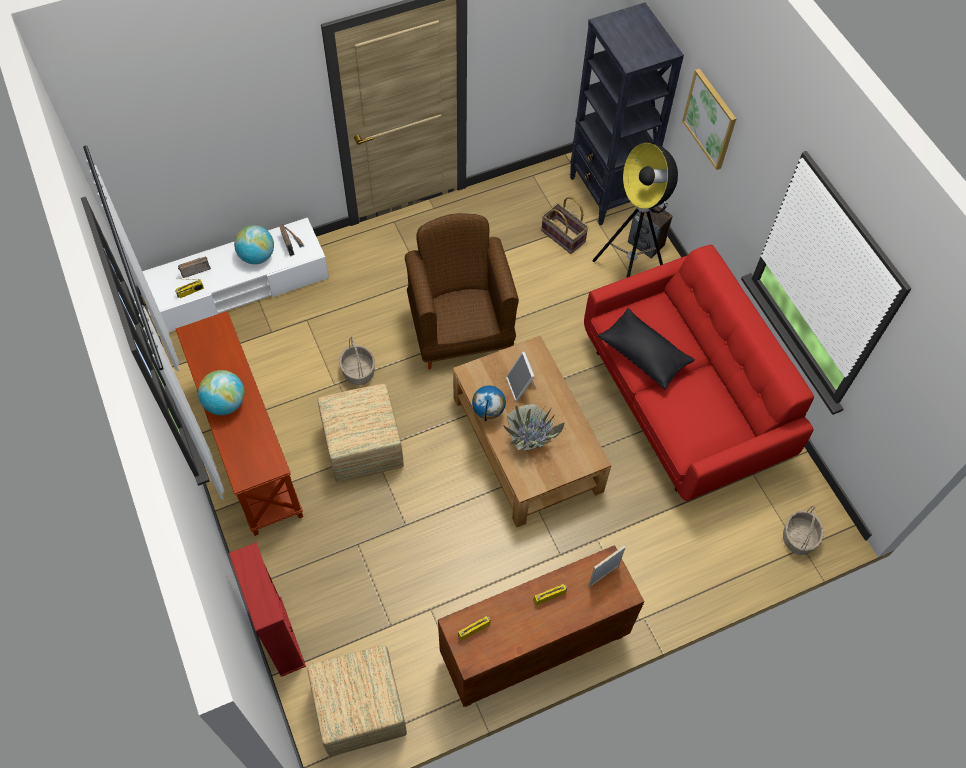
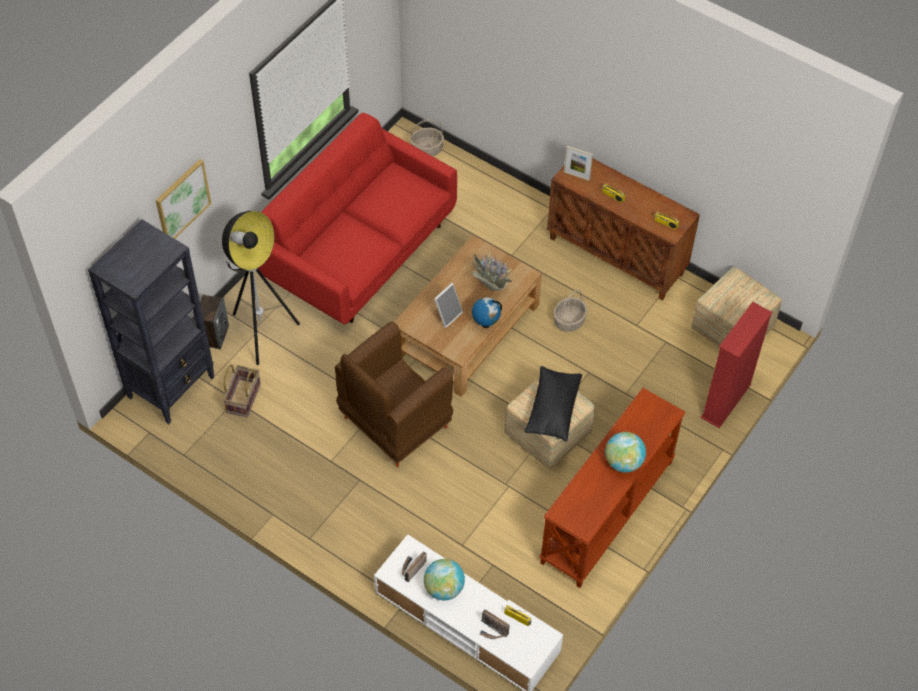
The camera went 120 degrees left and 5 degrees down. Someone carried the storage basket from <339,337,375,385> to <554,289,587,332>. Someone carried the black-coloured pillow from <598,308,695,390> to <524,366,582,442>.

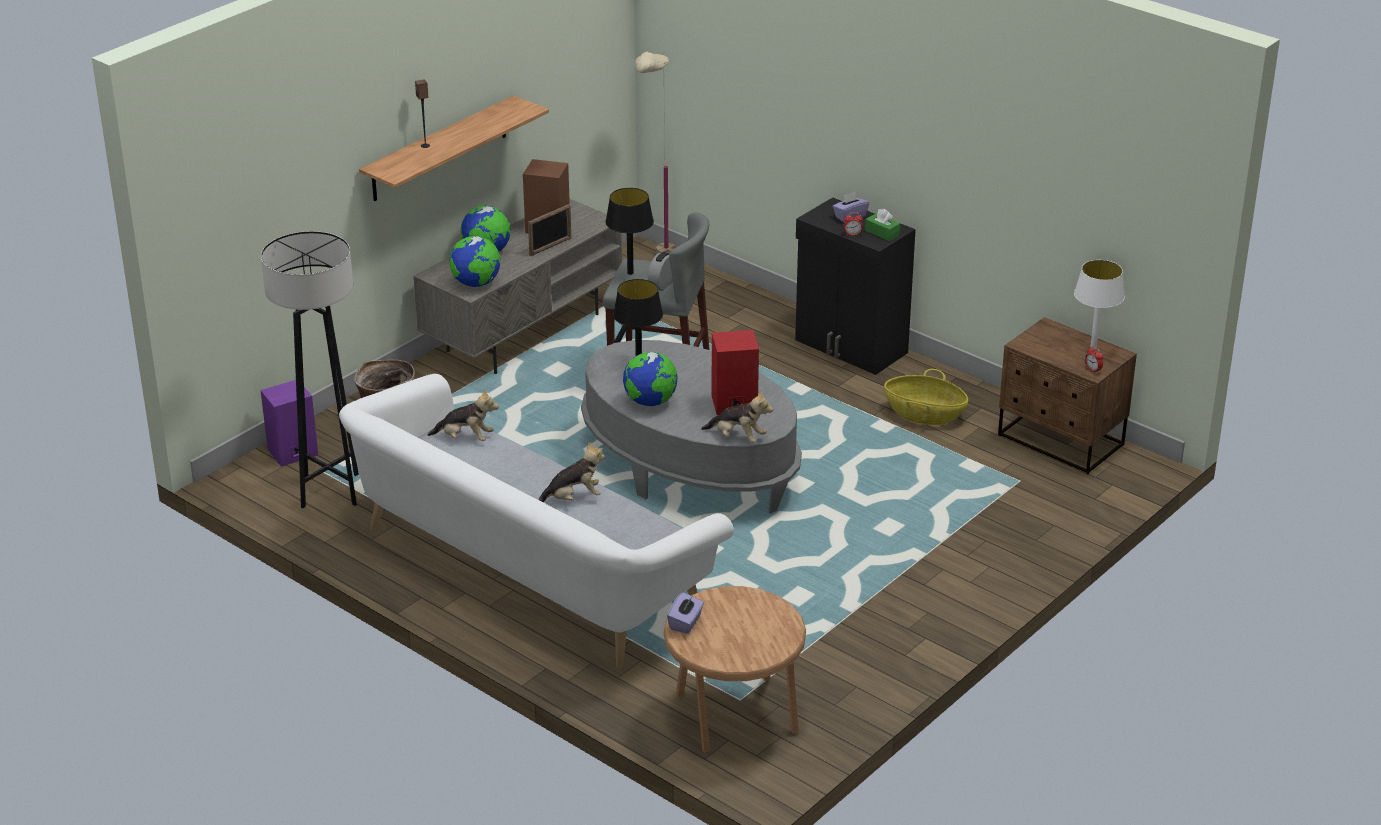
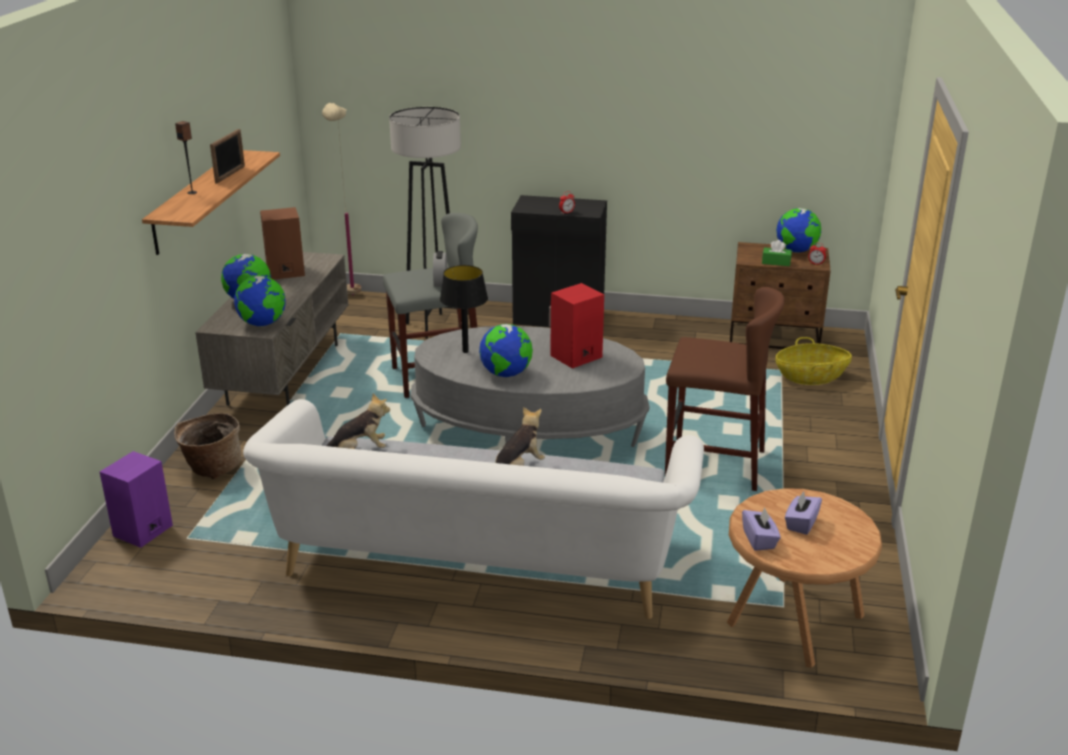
The camera went 30 degrees left and 5 degrees down. Someone carried the greyish standard lamp from <261,231,359,508> to <389,107,461,339>. Someone carried the standing frame from <528,204,571,256> to <210,129,245,183>. Someone took away the black-coloured table lamp at <605,188,654,275>. Someone took away the soft toy at <701,390,773,443>. Someone carried the purplish tissue box from <832,192,869,222> to <785,491,822,535>. Someone carried the green-coloured tissue box from <865,209,900,241> to <762,240,792,266>. Someone carried the storage basket from <884,369,968,425> to <776,337,852,385>. Someone swapped the whitish table lamp at <1074,260,1125,349> for the world globe at <776,208,821,253>. Someone put down the brownish stool seat at <665,287,785,491>.

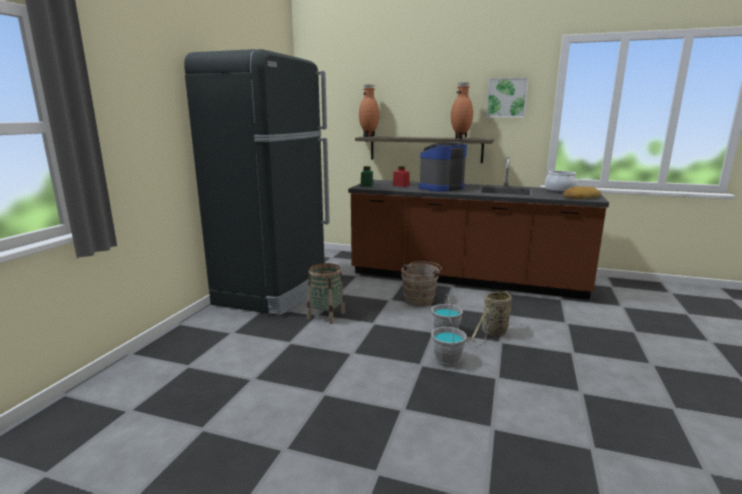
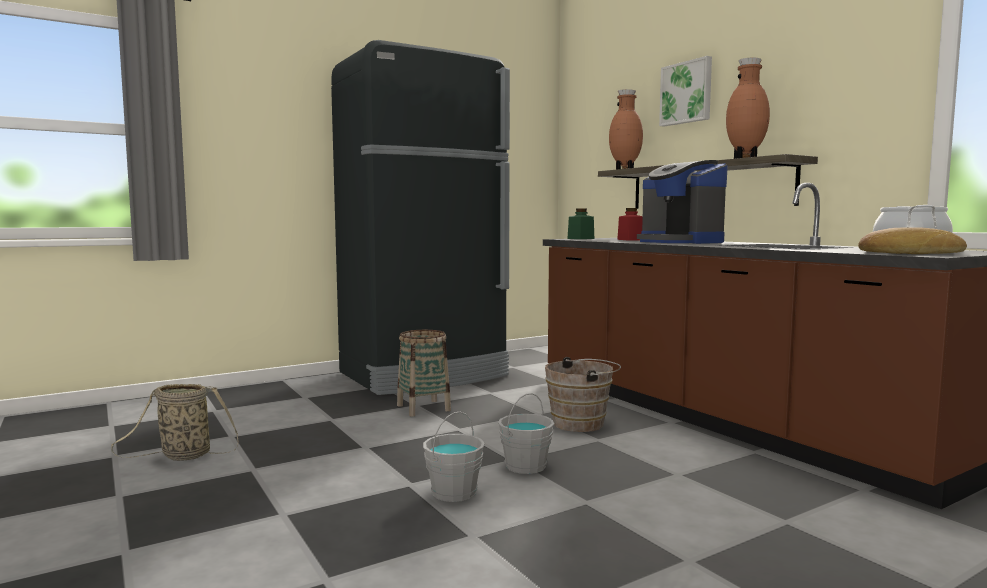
The camera went 40 degrees right and 10 degrees down. Someone rotated the coffee machine at <417,142,467,192> by 120 degrees counterclockwise. Someone carried the storage basket from <471,291,512,344> to <111,384,238,461>. Someone carried the picture from <486,77,528,118> to <659,56,712,127>.

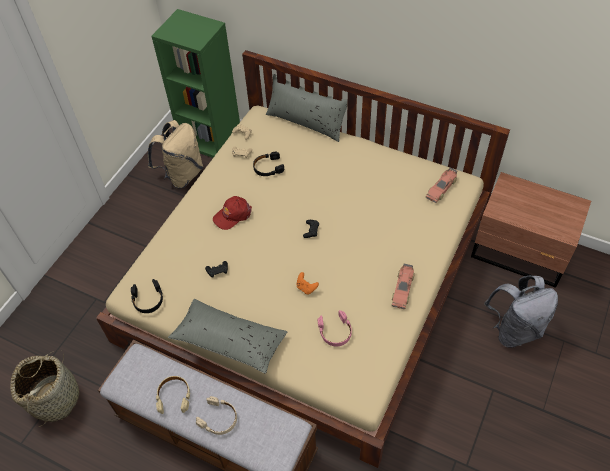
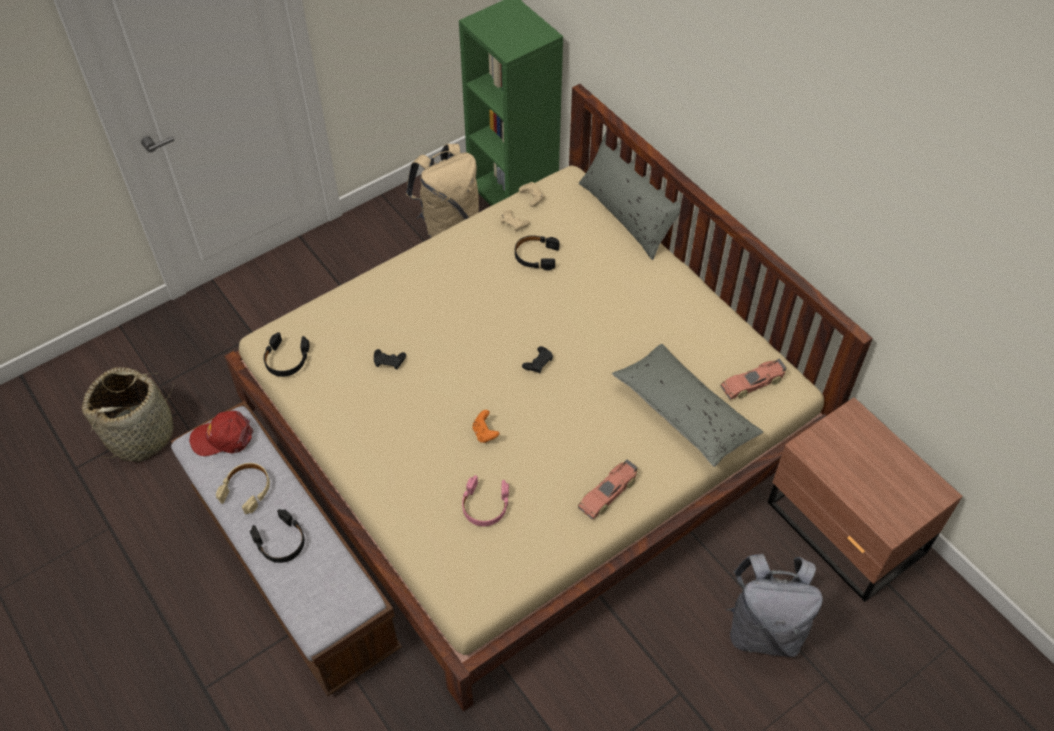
The camera went 25 degrees right and 0 degrees up. Someone carried the greyish pillow from <168,299,287,374> to <612,344,763,467>. Someone repainted the beige headphones at <196,396,237,435>, which became the black-coloured headphones at <250,509,305,563>. Someone carried the red-coloured peaked cap from <213,196,252,230> to <189,411,254,456>.

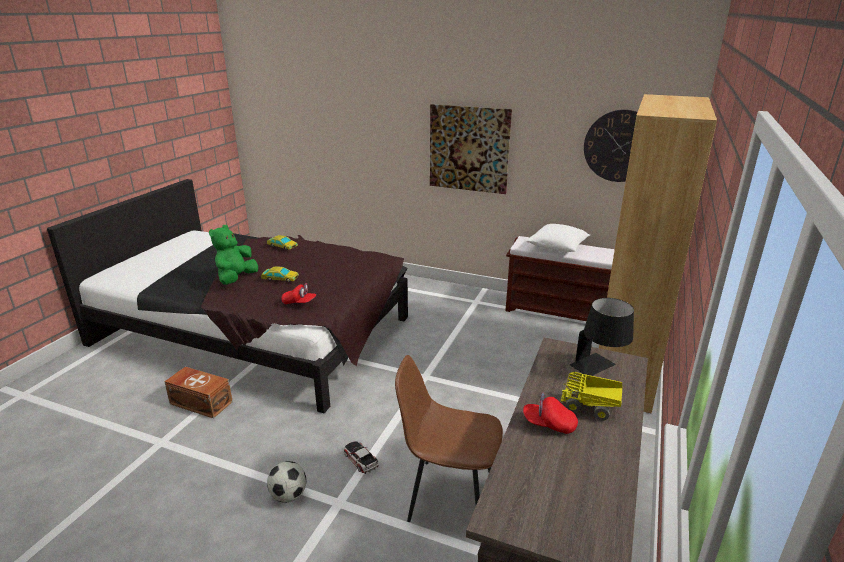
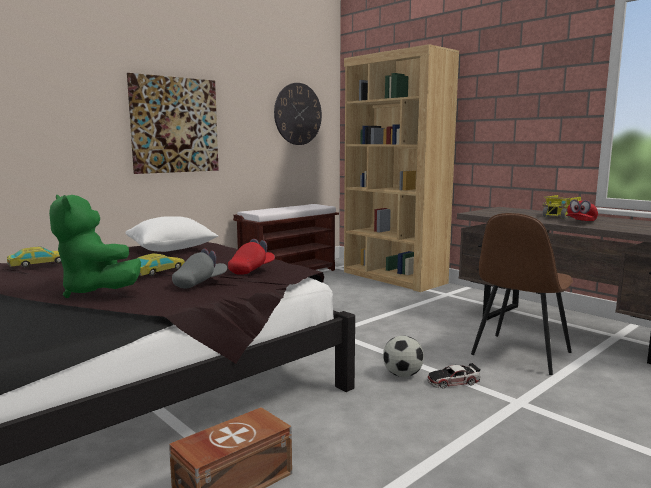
The camera went 65 degrees left and 15 degrees down. Someone carried the football from <267,461,306,503> to <383,336,424,377>. Someone carried the whitish pillow from <526,224,590,252> to <125,216,218,252>. Someone took away the black-coloured table lamp at <570,298,634,376>. Someone put down the greyish peaked cap at <172,249,227,288>.

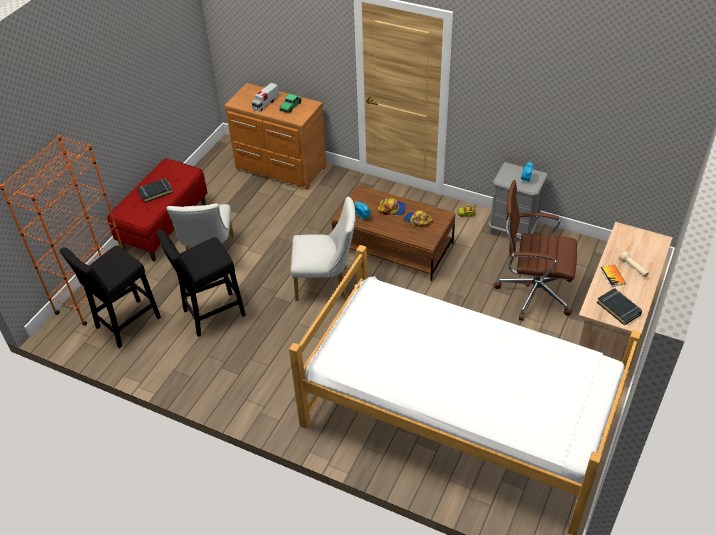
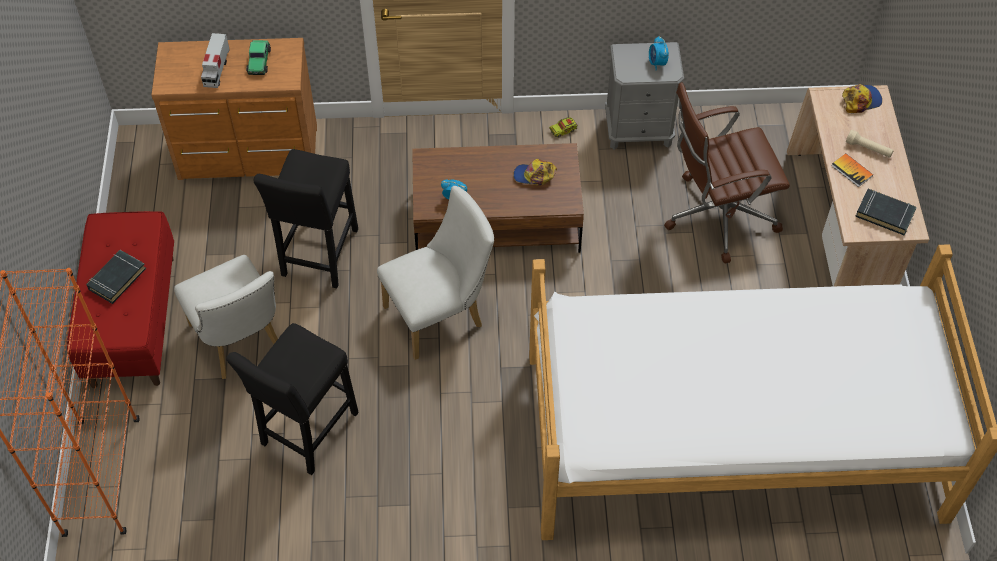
The camera went 30 degrees left and 10 degrees up. Someone carried the black-coloured stool seat from <60,245,161,348> to <254,149,358,288>. Someone carried the peaked cap from <378,198,406,216> to <842,84,882,113>.

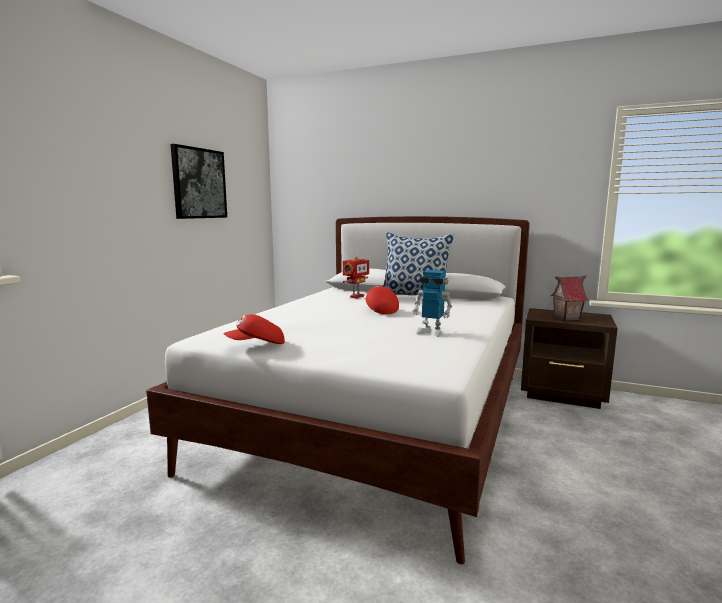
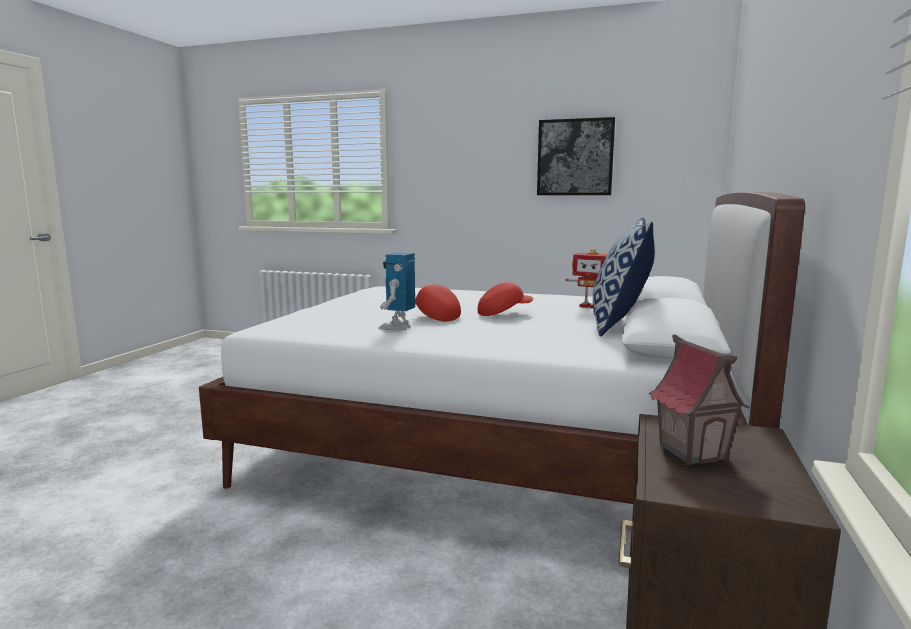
The camera went 85 degrees right and 0 degrees up. Someone carried the red-coloured peaked cap from <224,314,285,344> to <415,284,461,321>.

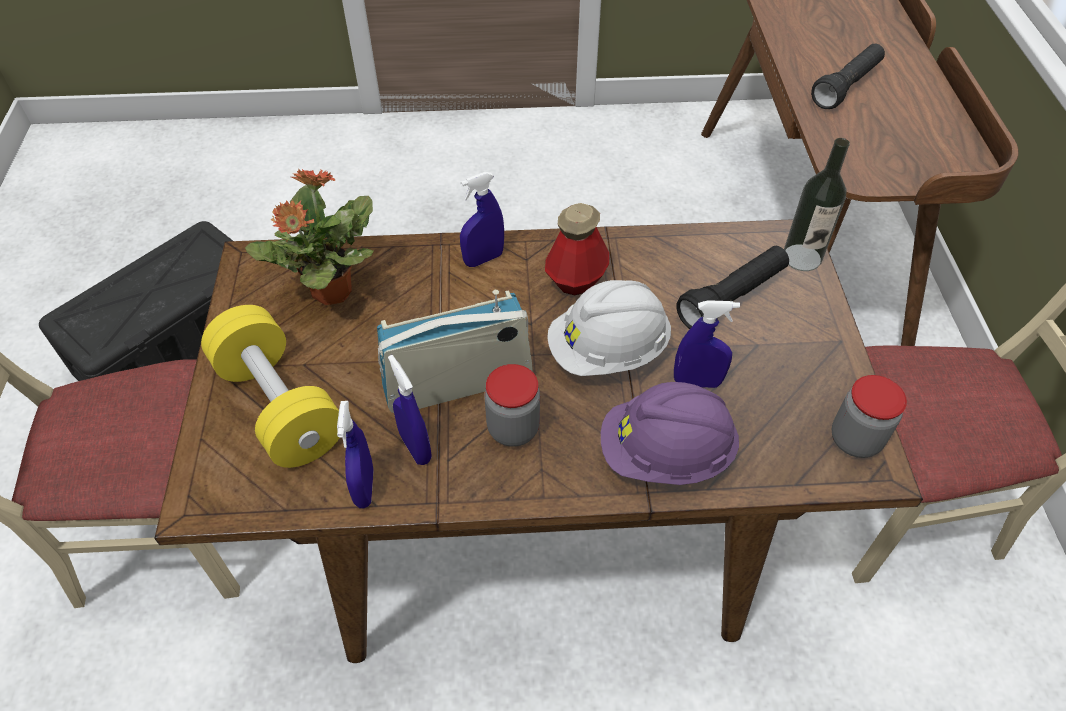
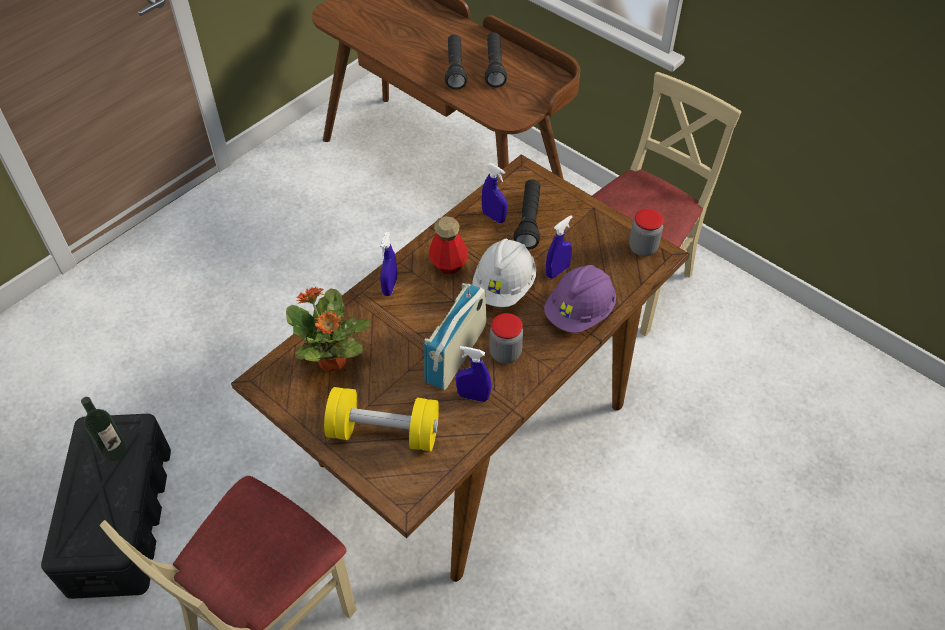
The camera went 45 degrees left and 0 degrees up. Someone carried the blue spray bottle from <337,401,374,508> to <481,163,507,223>. Someone carried the beverage bottle from <784,138,850,271> to <81,397,127,461>. Someone put down the black-coloured flashlight at <485,32,507,87>.

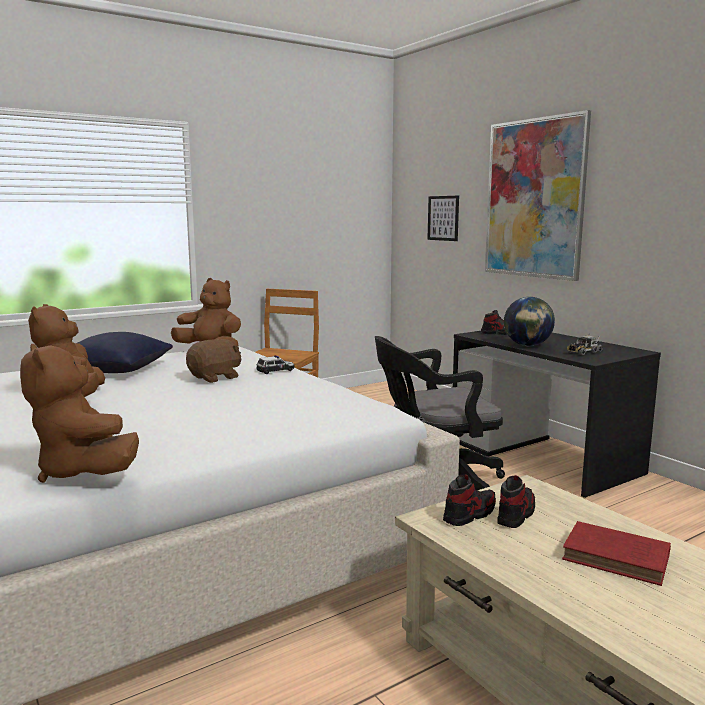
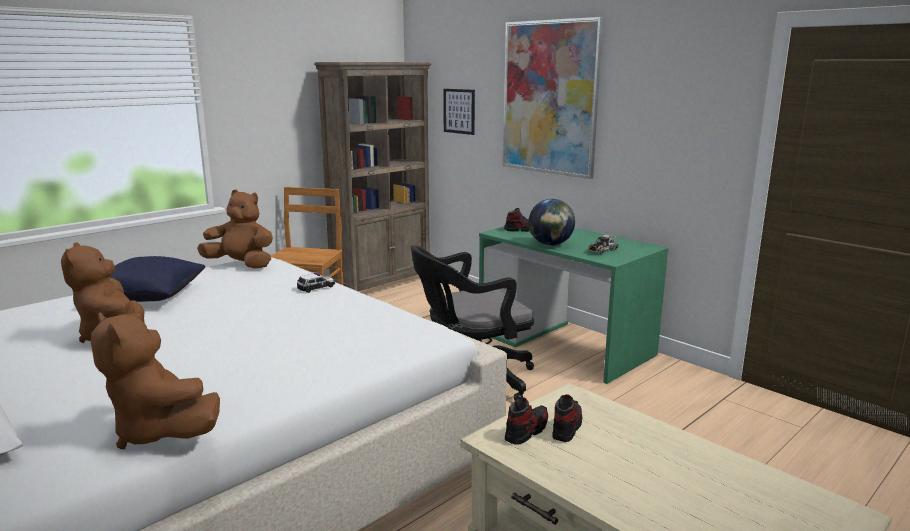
The camera went 10 degrees left and 5 degrees up. Someone took away the brownish soft toy at <186,339,241,383>. Someone repainted the black-coloured desk table at <453,331,661,498>, which became the green-coloured desk table at <479,227,669,384>. Someone took away the red-coloured book at <562,521,671,586>. Someone put down the brownish bookshelf at <314,62,432,291>.

